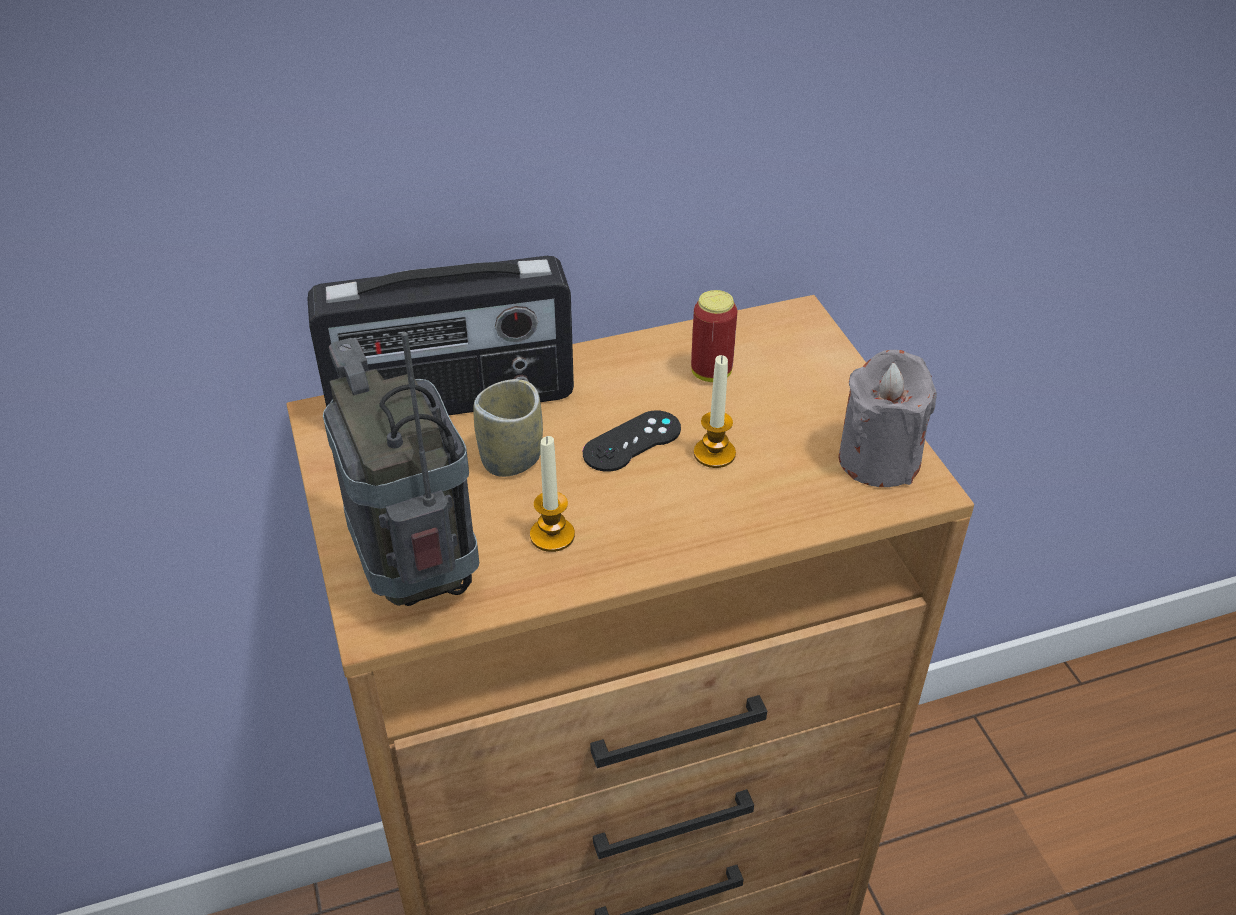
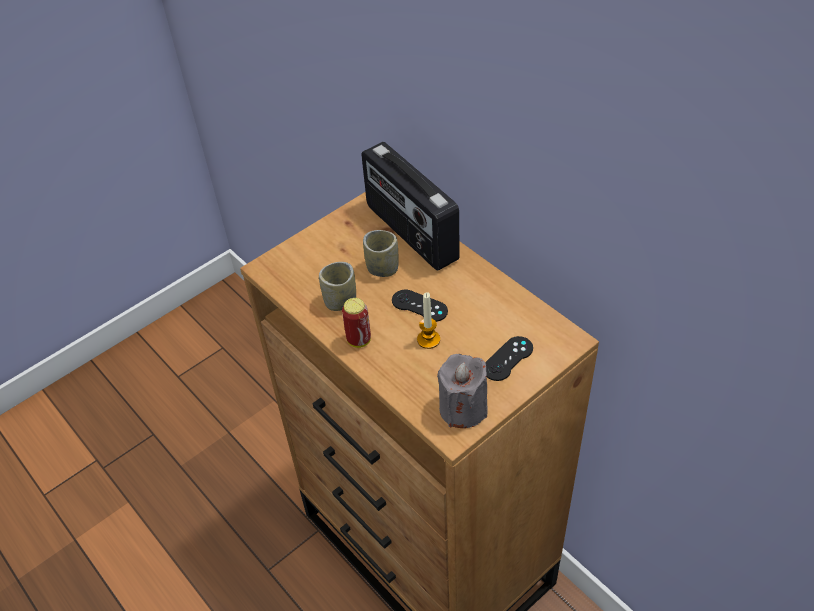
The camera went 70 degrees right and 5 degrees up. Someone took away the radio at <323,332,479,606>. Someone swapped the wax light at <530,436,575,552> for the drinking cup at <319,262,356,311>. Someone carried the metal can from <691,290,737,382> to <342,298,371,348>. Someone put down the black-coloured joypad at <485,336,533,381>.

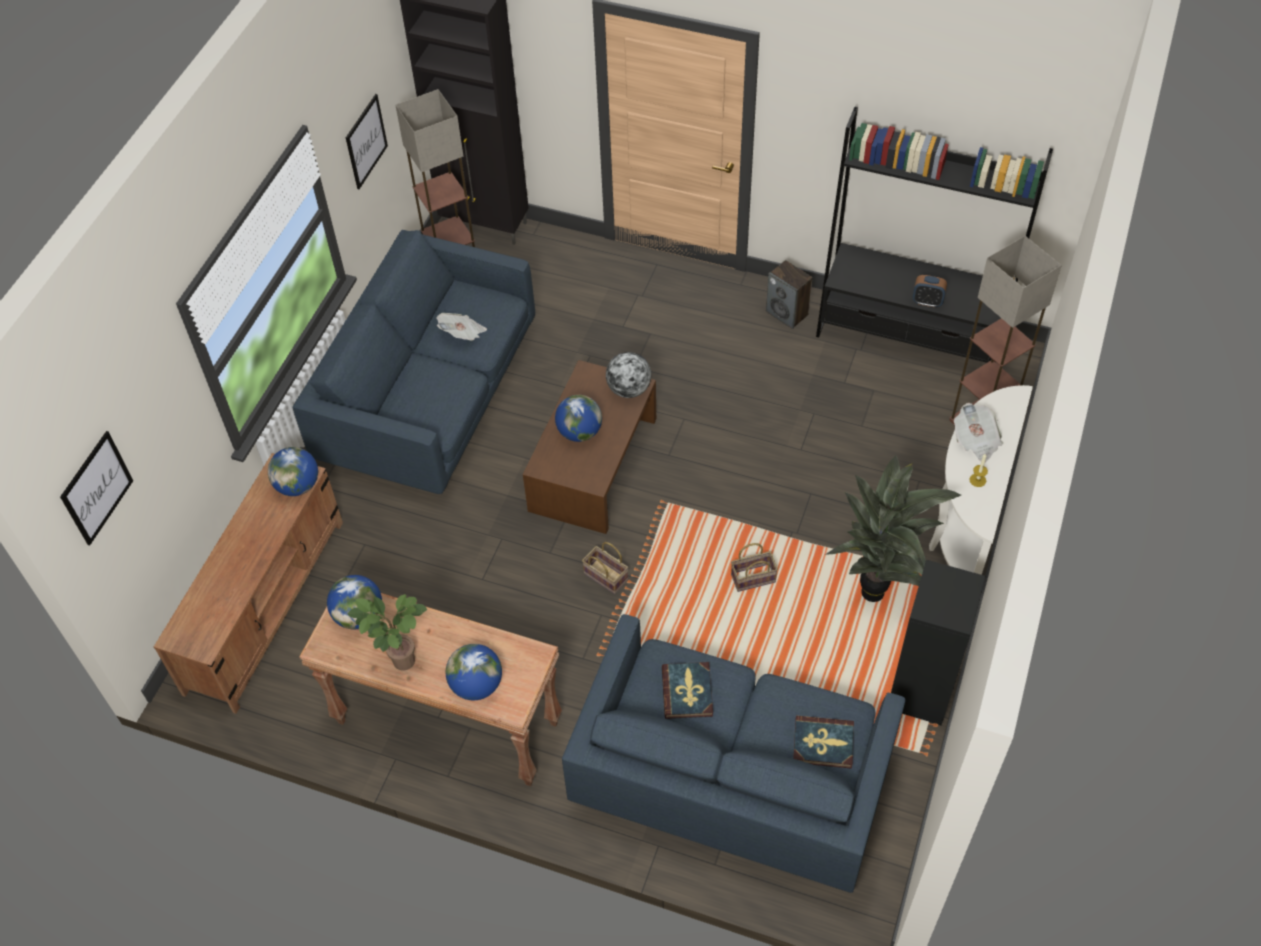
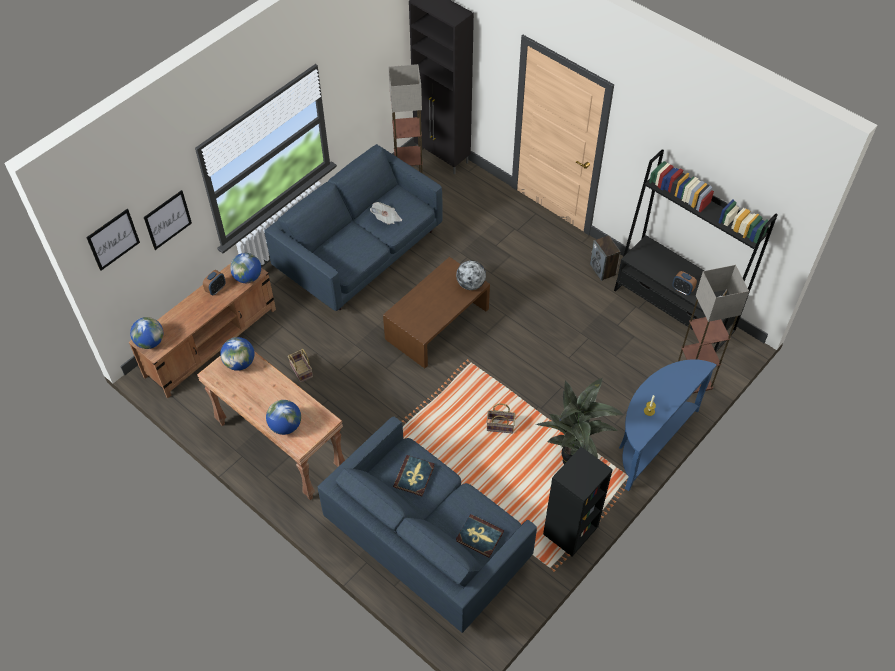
The camera went 20 degrees right and 0 degrees up. Someone carried the picture from <346,94,388,189> to <144,190,192,250>. Someone took away the plant in a pot at <348,594,427,671>. Someone carried the world globe from <555,395,602,442> to <130,317,163,349>. Someone carried the storage basket from <582,542,628,594> to <288,349,313,383>. Someone repainted the whitish console table at <929,385,1033,575>, which became the blue console table at <619,359,716,491>. Someone took away the newspaper at <954,403,1003,462>. Someone put down the alarm clock at <203,270,226,295>.

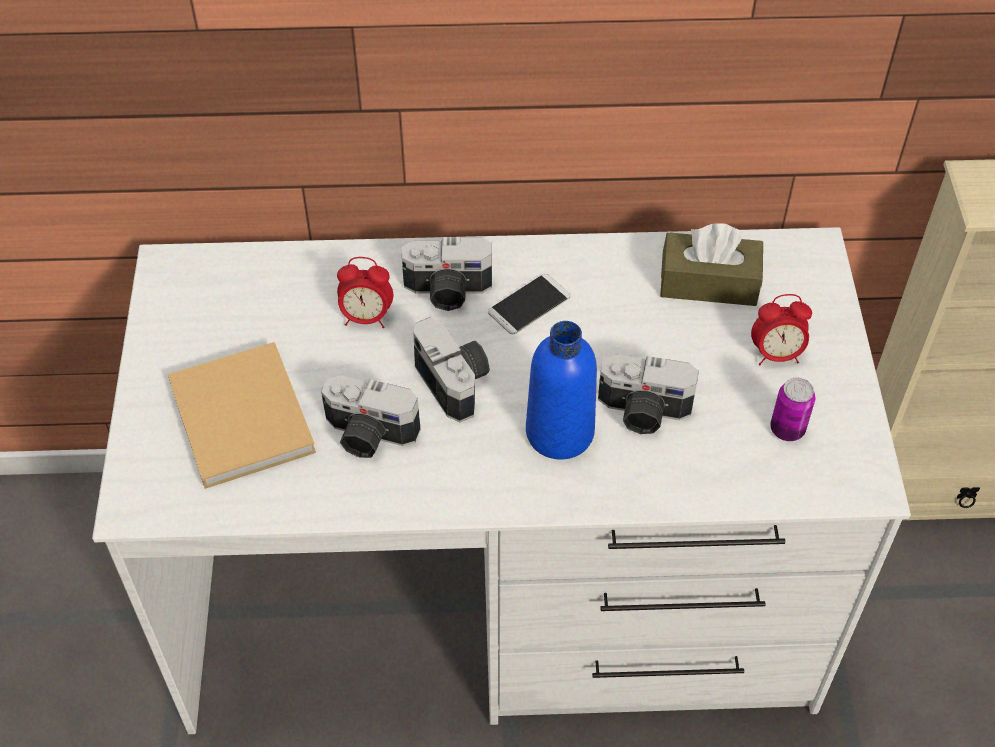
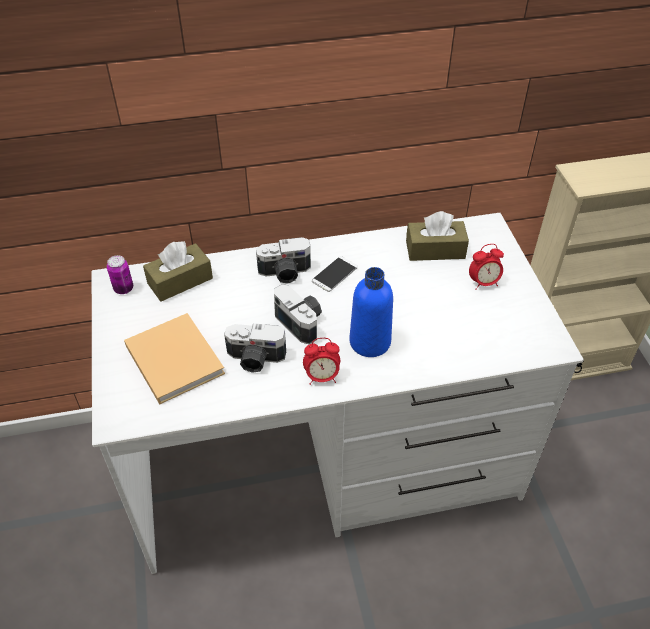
The camera went 10 degrees left and 5 degrees down. Someone carried the alarm clock from <337,257,393,328> to <303,338,340,385>. Someone took away the still camera at <598,355,699,434>. Someone carried the metal can from <770,378,815,441> to <107,255,133,294>. Someone put down the brownish tissue box at <143,241,213,302>.

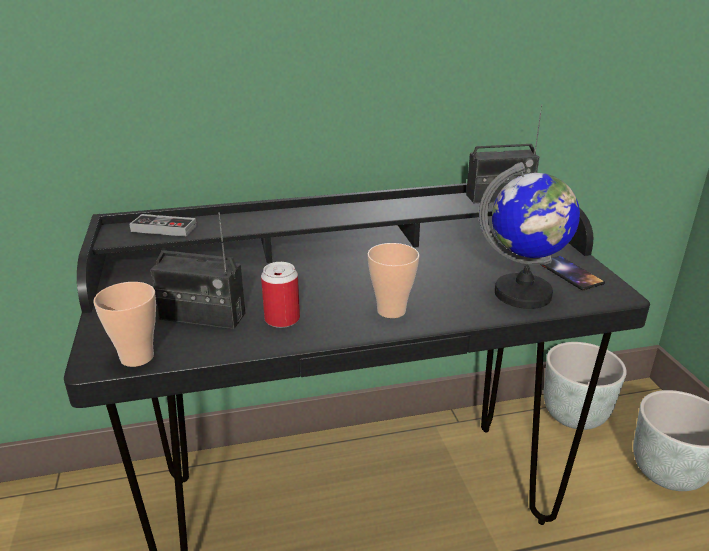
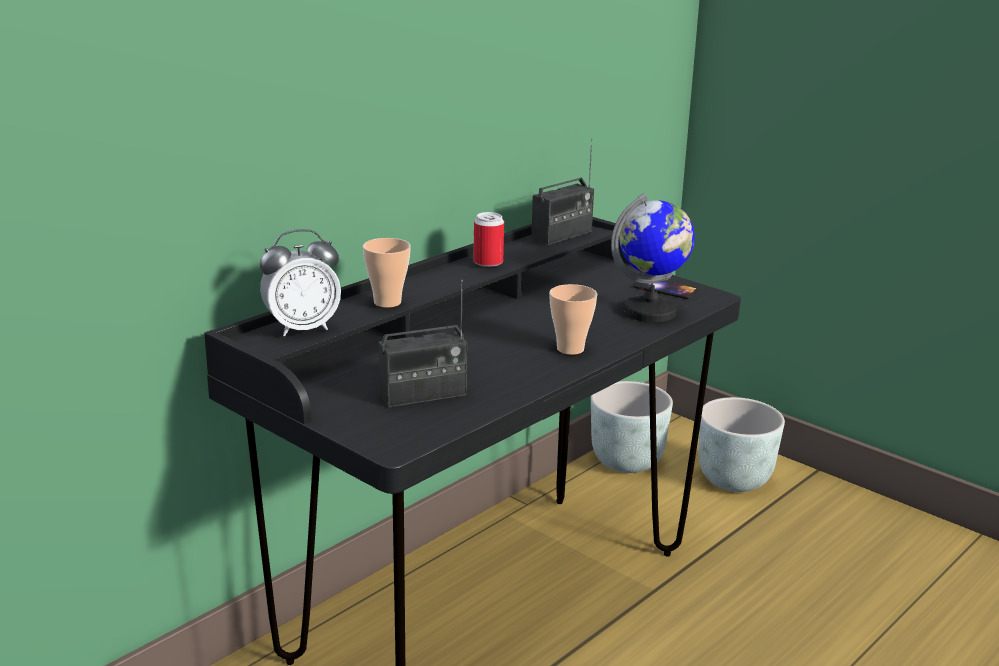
The camera went 35 degrees left and 5 degrees down. Someone carried the drinking cup from <93,282,156,367> to <363,238,411,308>. Someone swapped the joypad at <130,214,197,237> for the alarm clock at <260,229,341,336>. Someone carried the metal can from <261,262,300,328> to <473,212,504,267>.

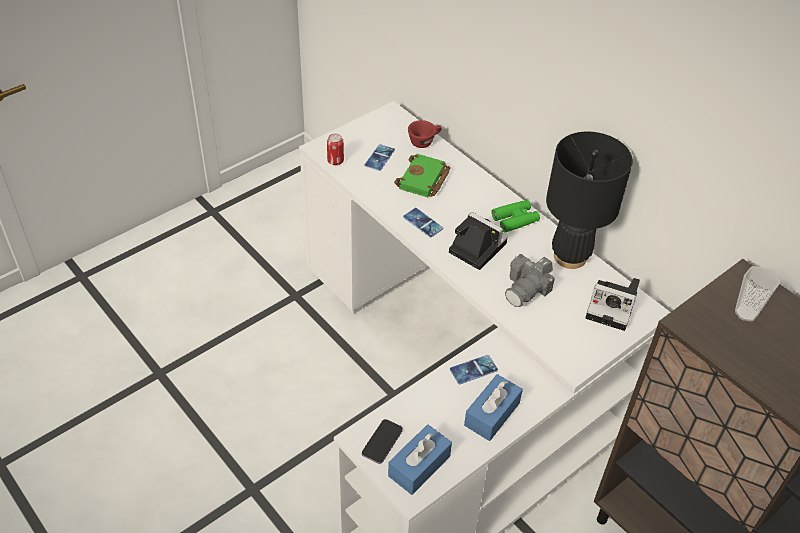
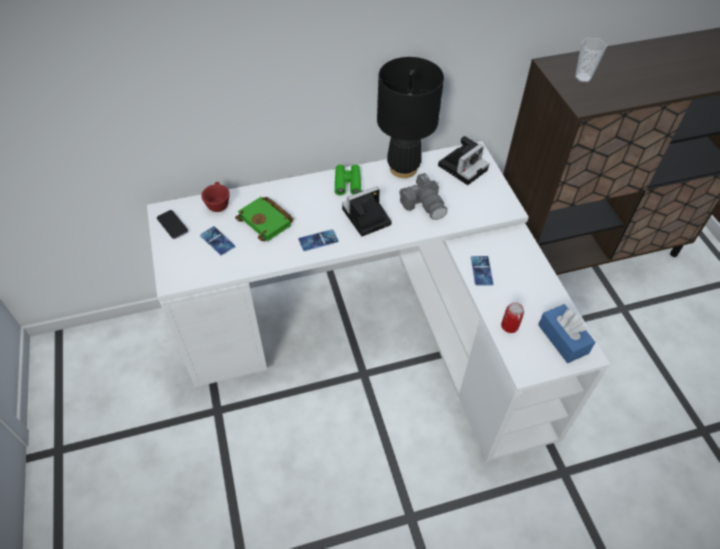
The camera went 65 degrees left and 5 degrees up. Someone carried the metal can from <327,133,344,165> to <501,302,524,333>. Someone carried the telephone from <362,419,403,464> to <157,210,188,239>. Someone took away the blue tissue box at <464,374,523,441>.

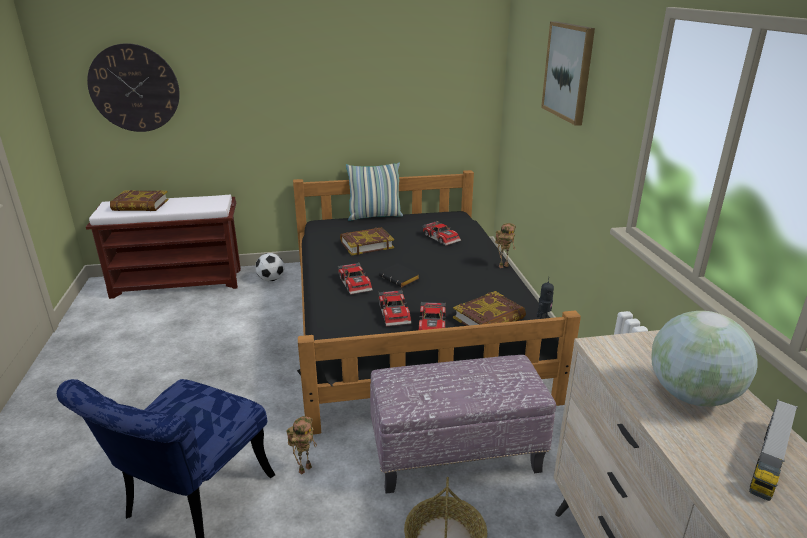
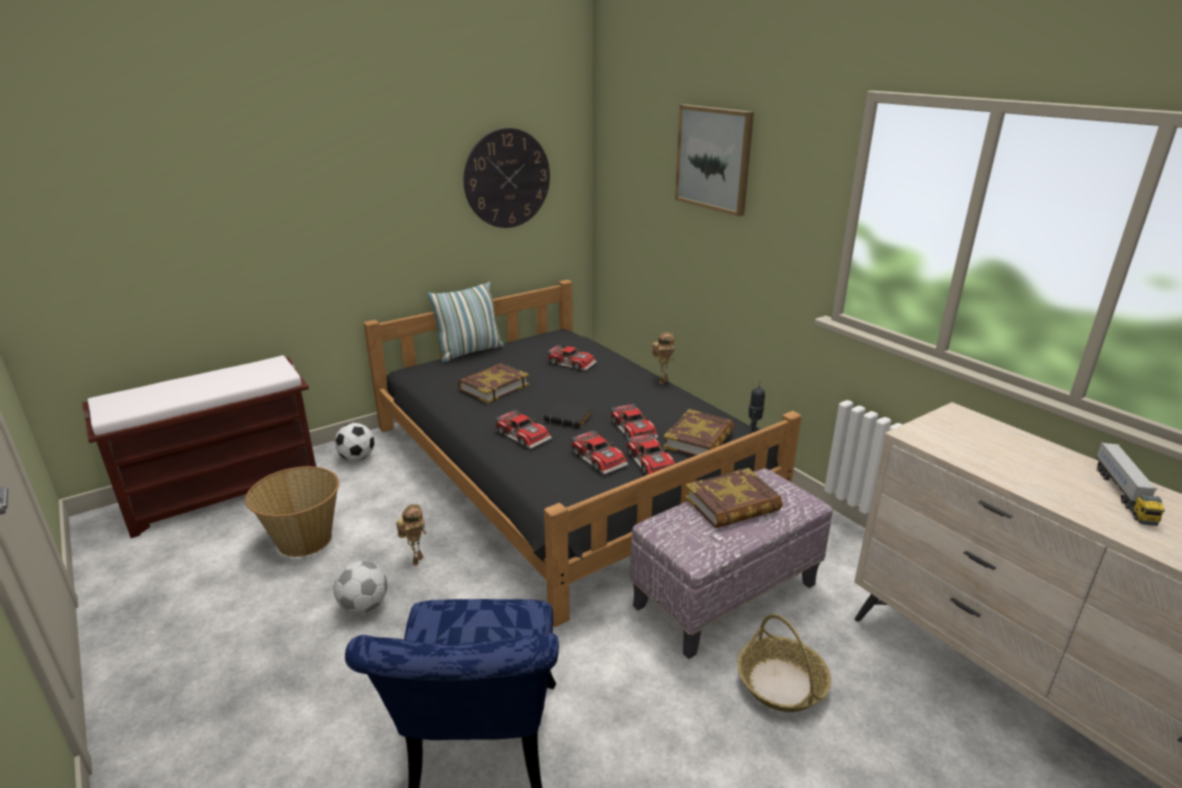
The camera went 25 degrees left and 0 degrees up. Someone carried the wall clock from <87,43,180,132> to <464,128,550,228>. Someone carried the book from <110,190,169,211> to <685,468,783,528>. Someone carried the robot figure from <287,416,317,475> to <396,504,426,566>. Someone took away the world globe at <651,311,758,407>. Someone put down the storage basket at <245,466,339,557>. Someone put down the football at <333,561,387,614>. Someone put down the toy car at <610,403,658,438>.

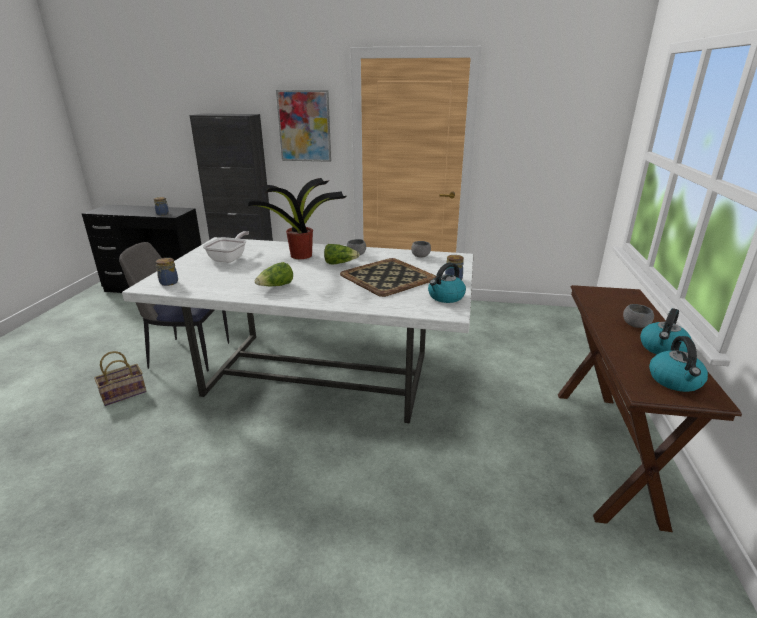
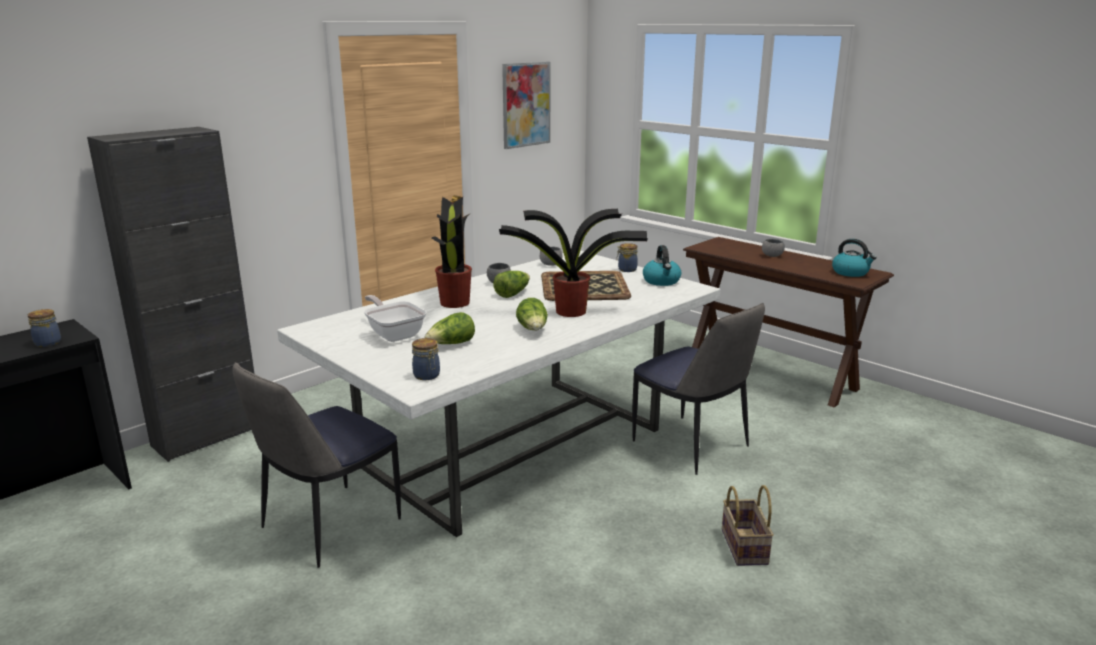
The camera went 55 degrees left and 5 degrees down. Someone carried the storage basket from <94,351,146,406> to <722,485,774,566>. Someone carried the picture from <276,90,331,162> to <502,62,550,149>. Someone took away the kettle at <640,308,692,354>. Someone put down the lettuce at <425,312,475,344>. Someone put down the plant in a pot at <499,209,648,317>. Someone put down the chair at <632,303,765,475>.

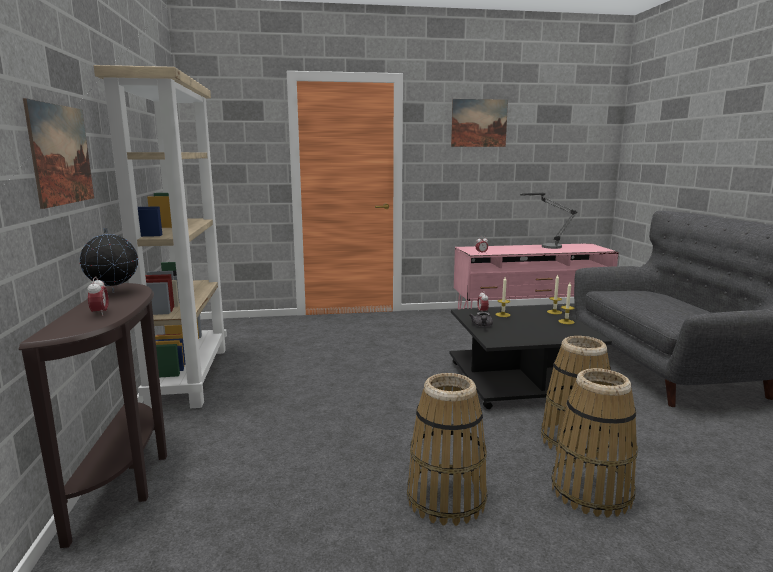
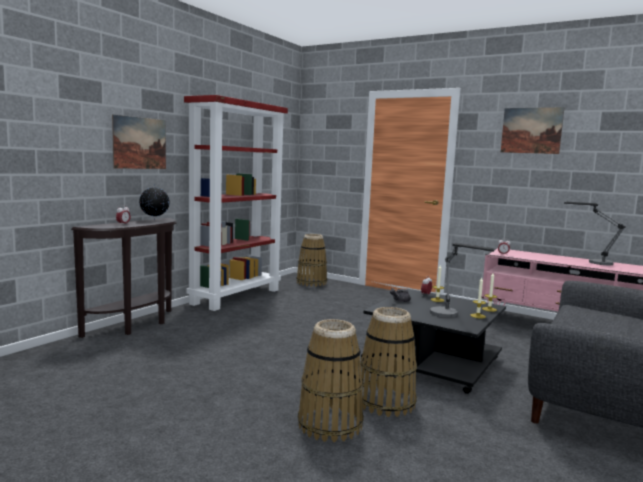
The camera went 40 degrees right and 5 degrees down. Someone repainted the beige bookshelf at <94,65,227,409>, which became the red-coloured bookshelf at <184,95,288,311>. Someone carried the storage basket from <407,373,487,526> to <297,234,327,287>. Someone put down the table lamp at <430,243,494,318>.

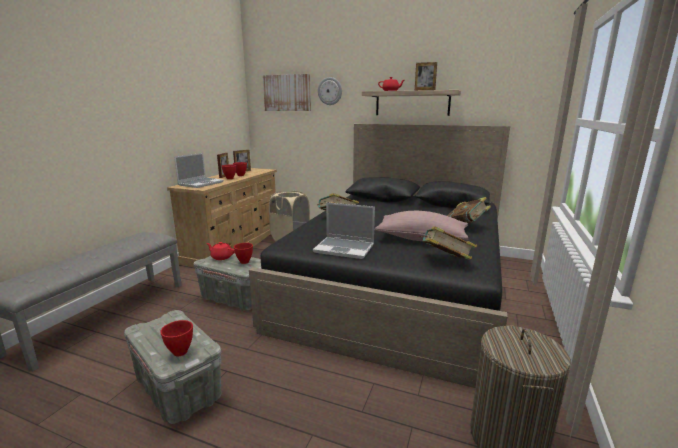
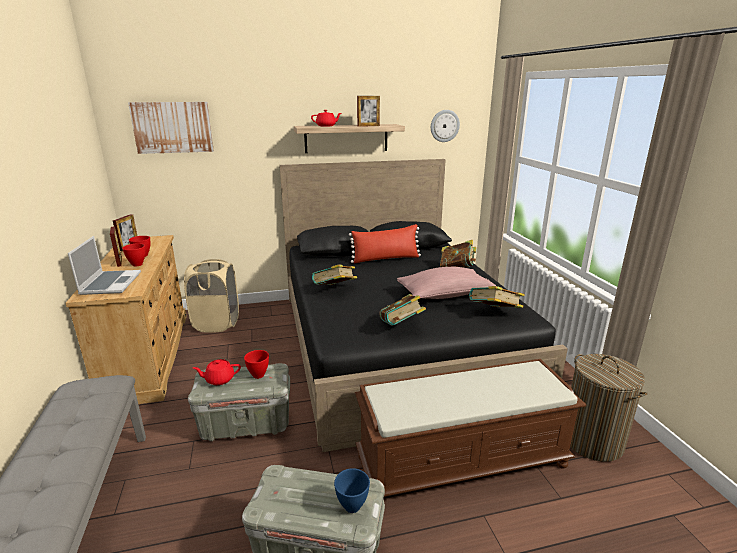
The camera went 35 degrees left and 5 degrees up. Someone repainted the red-coloured bowl at <160,320,193,356>, which became the blue bowl at <334,468,370,513>. Someone swapped the notebook computer at <313,202,375,259> for the book at <379,294,426,326>. Someone carried the wall clock from <318,77,342,105> to <431,110,460,142>. Someone put down the red-coloured pillow at <349,224,421,263>. Someone put down the brownish bench at <355,359,587,500>.

